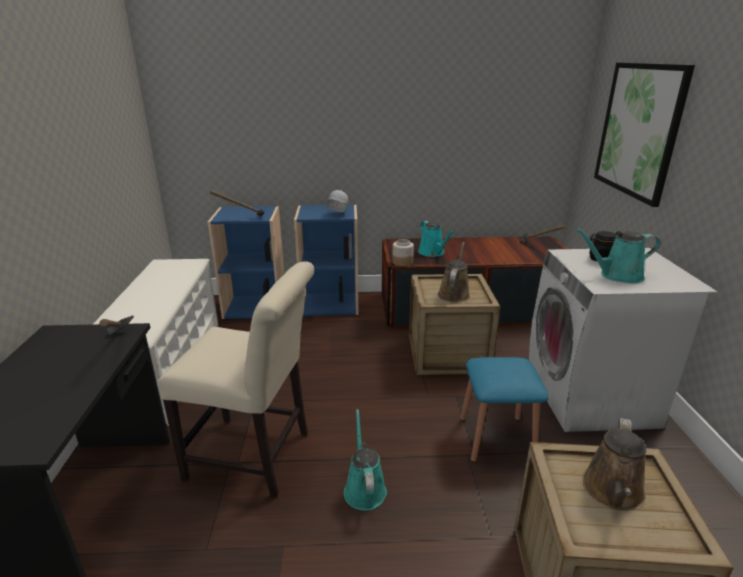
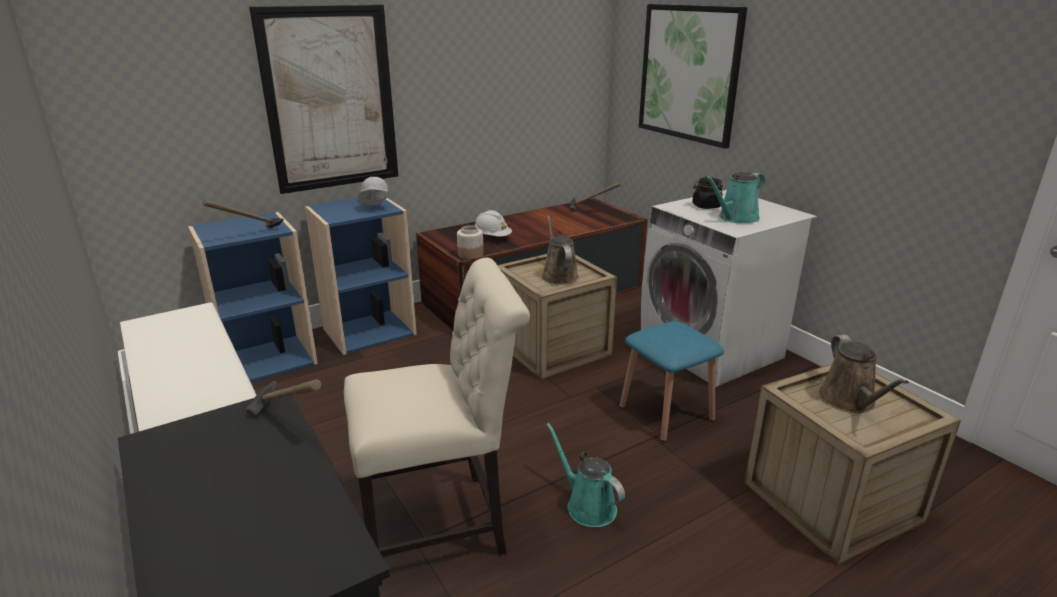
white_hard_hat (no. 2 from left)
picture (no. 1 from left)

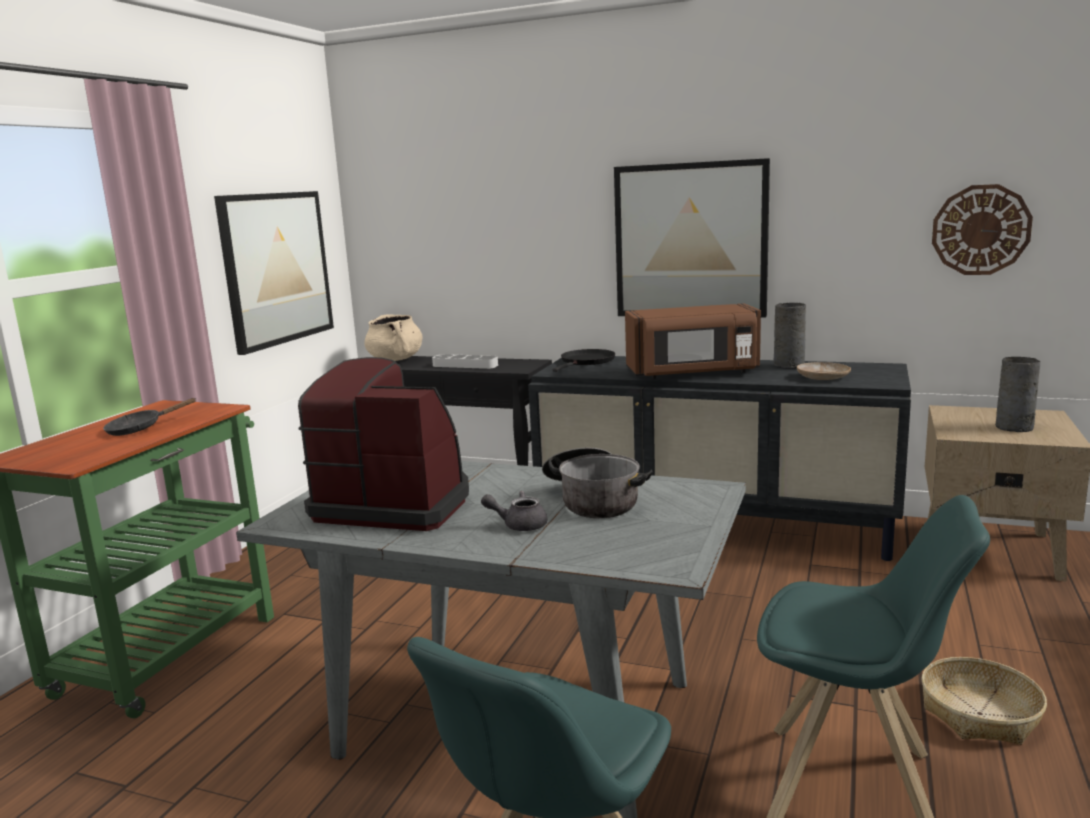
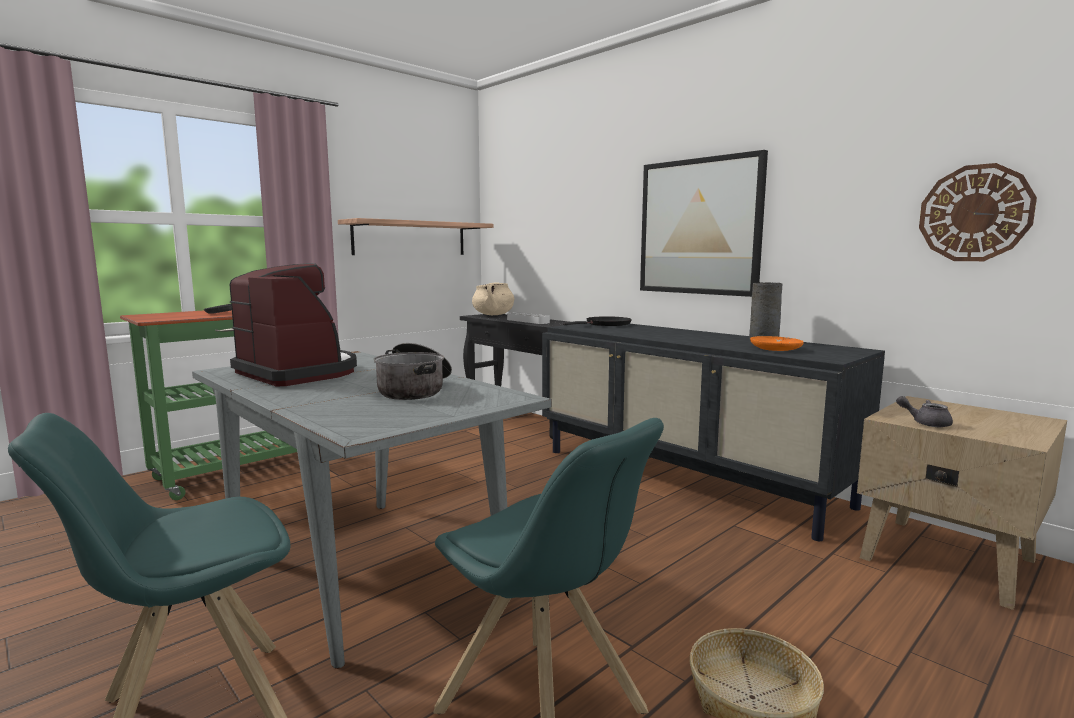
shelf
brown_microwave
grey_vase (no. 2 from left in the first image)
orange_plate
grey_teapot

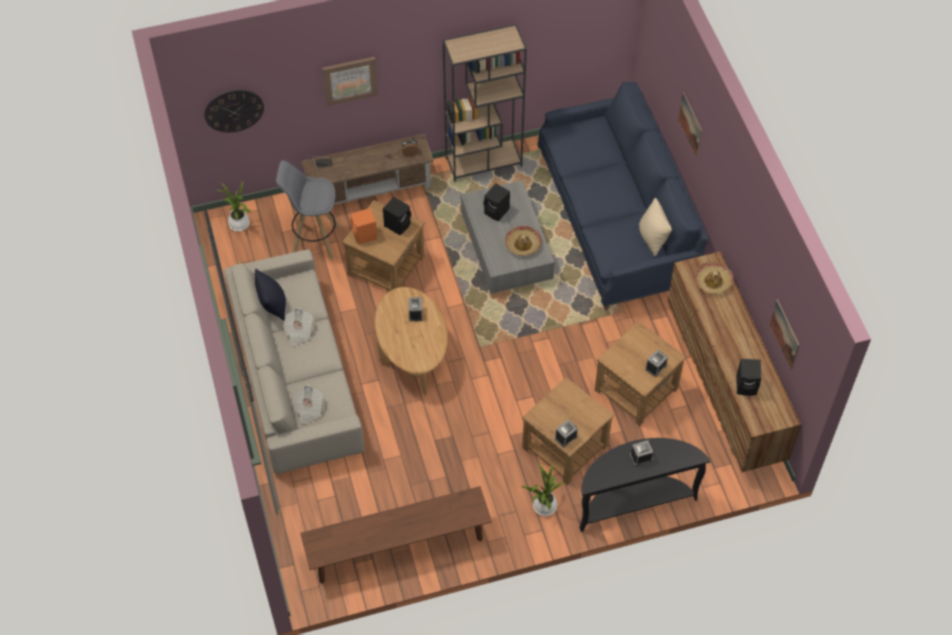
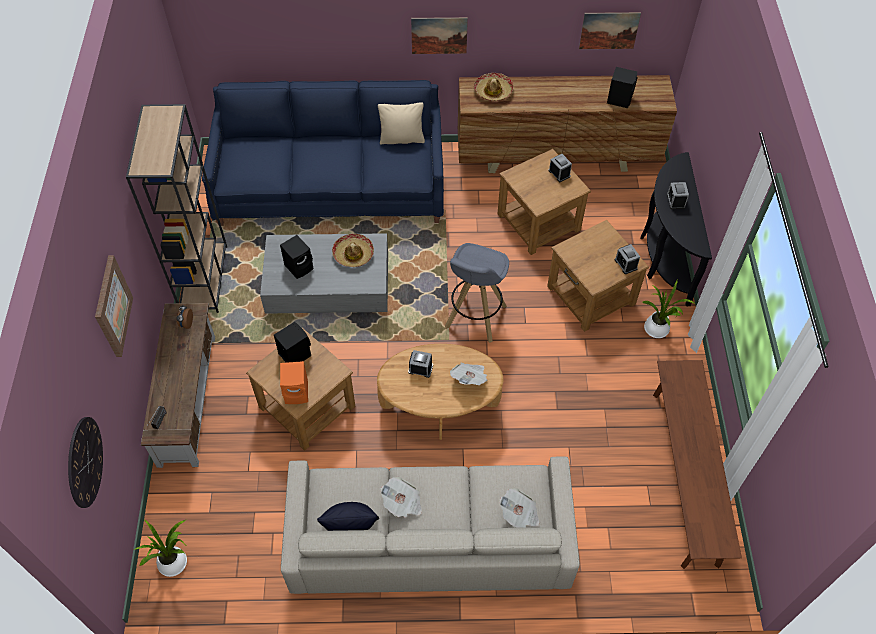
picture (no. 2 from left)
grey_stool
newspaper (no. 2 from left)

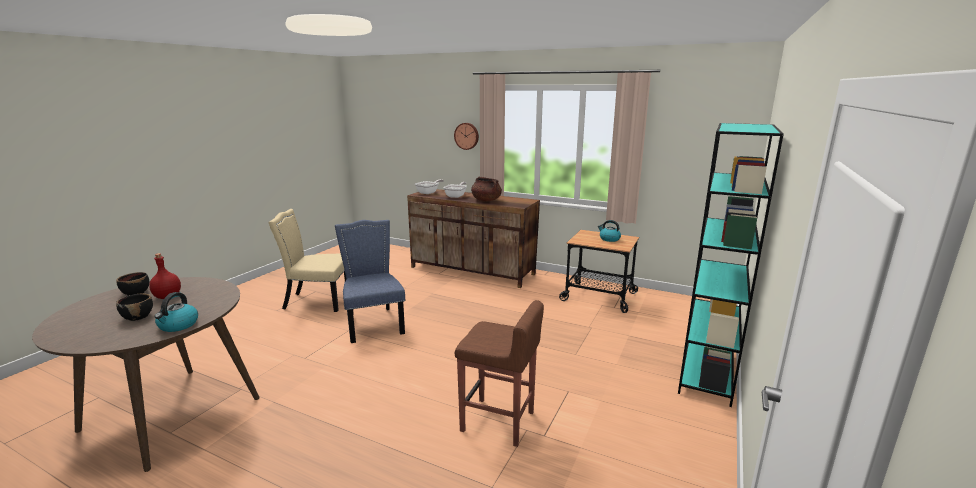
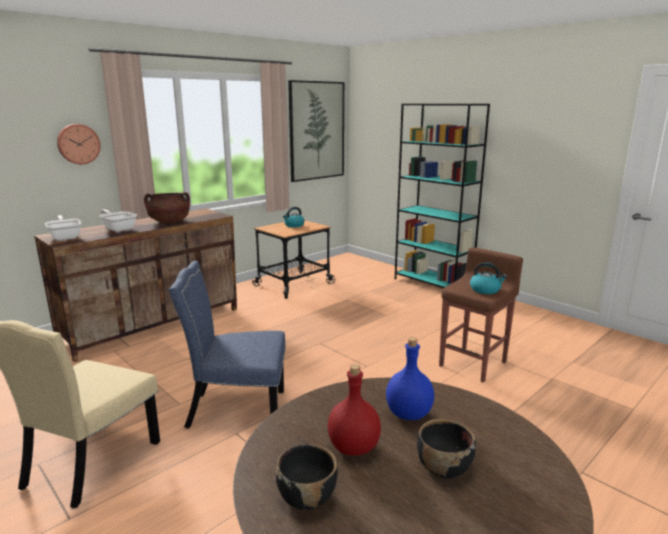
kettle (no. 2 from left)
picture
blue_bottle

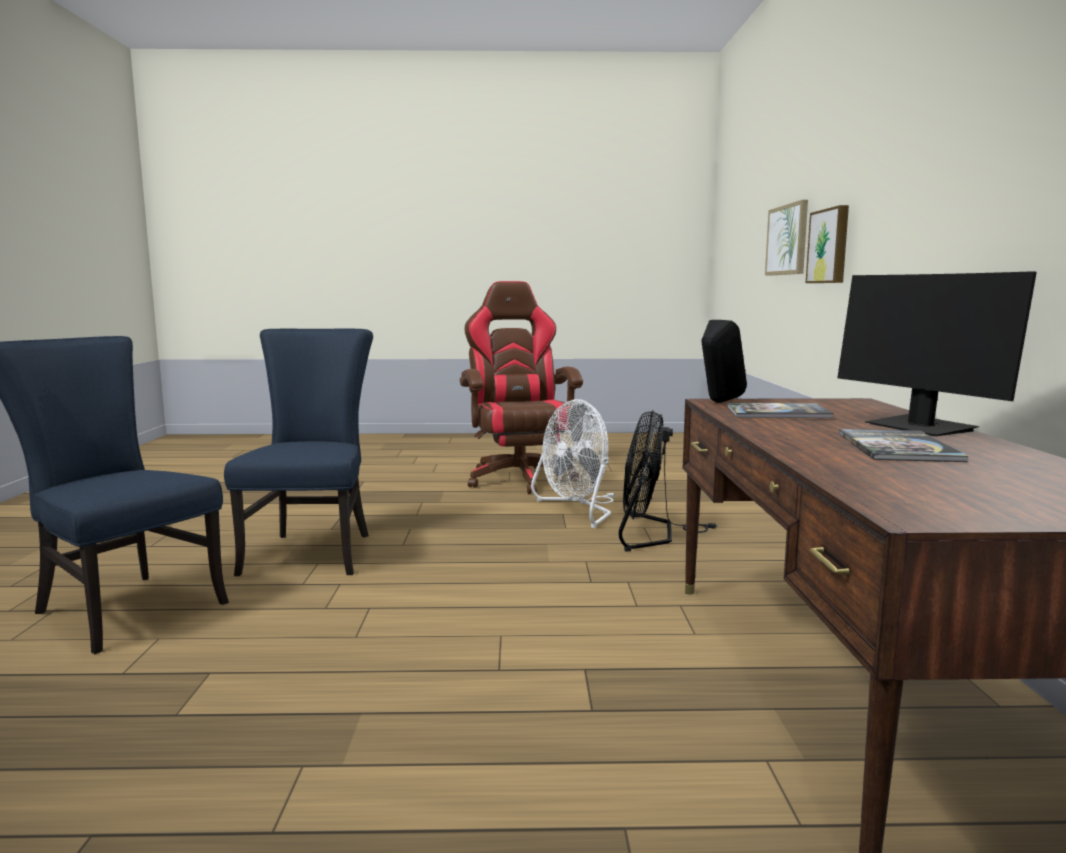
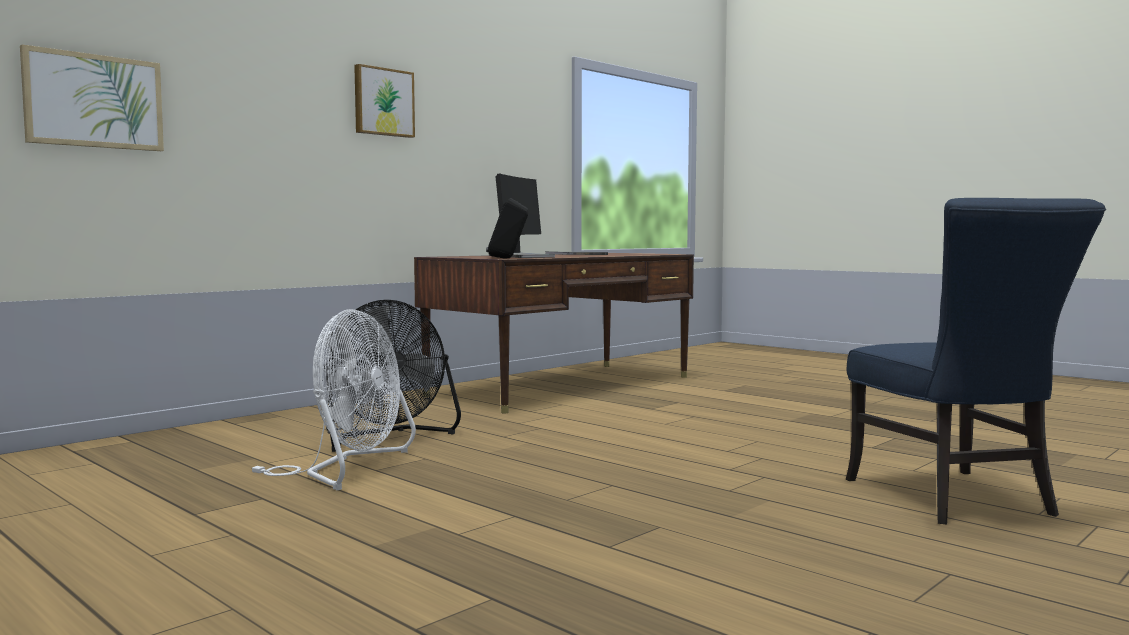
picture (no. 2 from left)
brown_office_chair
blue_chair (no. 2 from left in the first image)

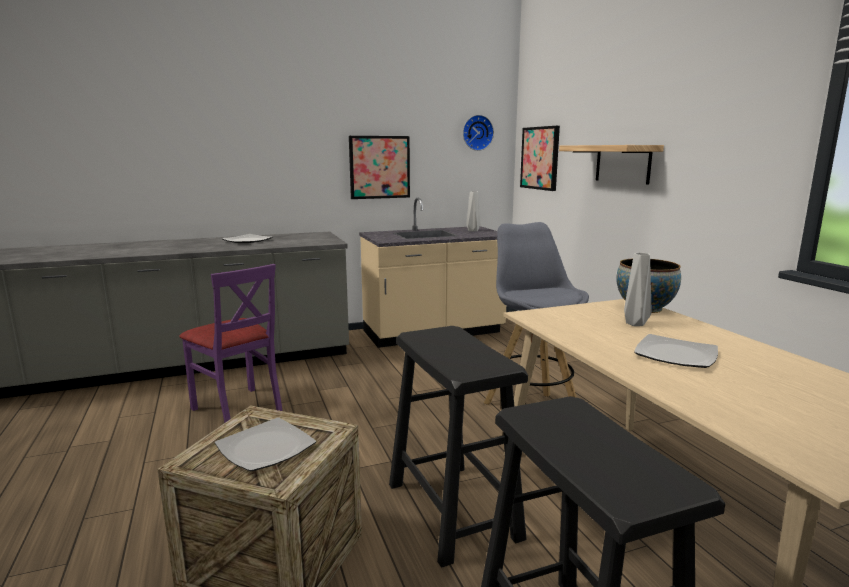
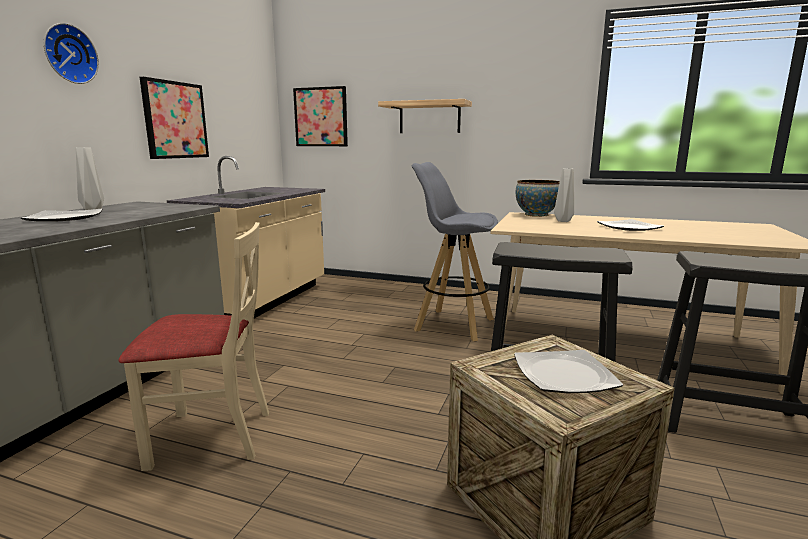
wall_clock
grey_vase (no. 1 from left)
beige_chair

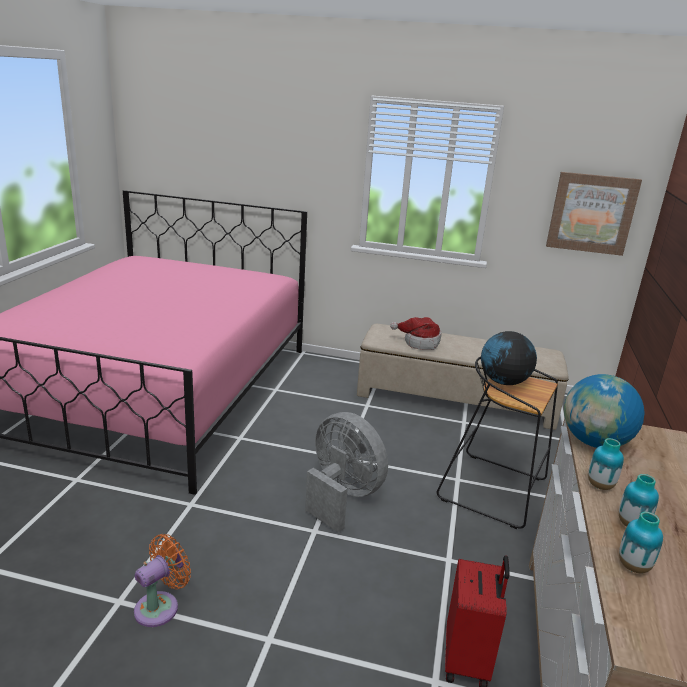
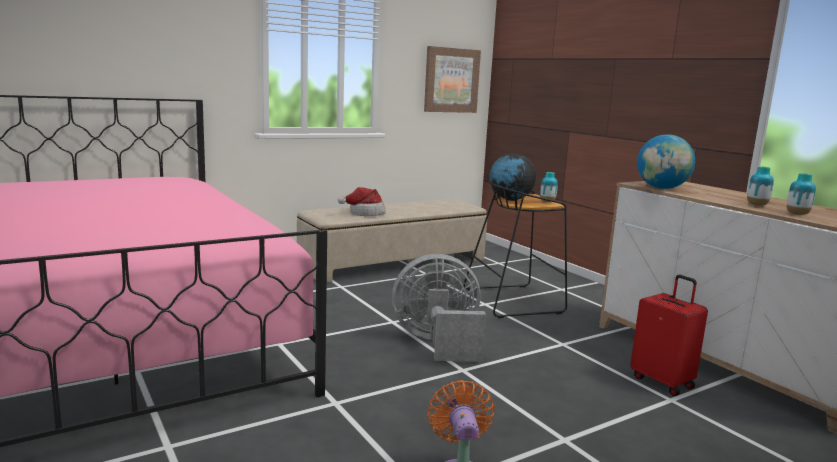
vase (no. 1 from left)

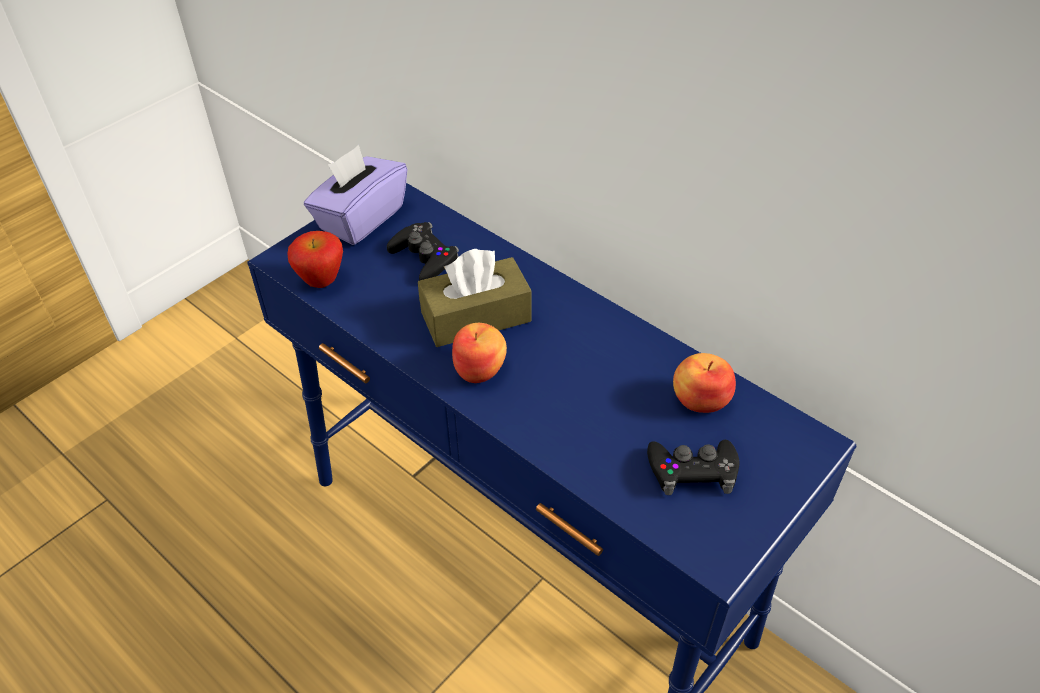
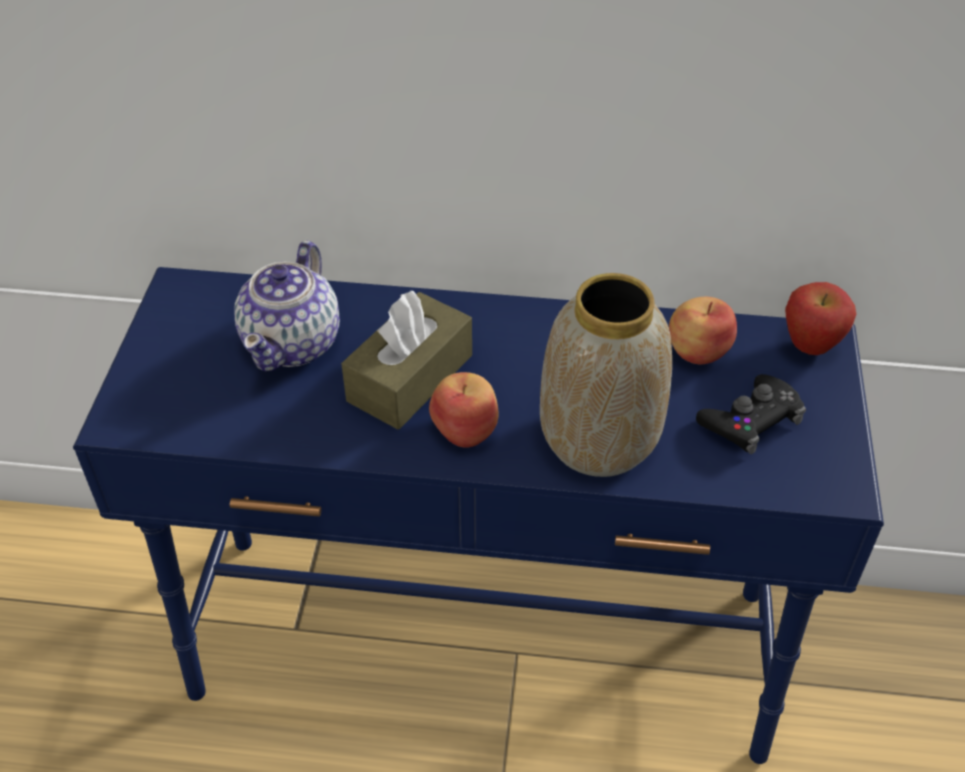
purple_tissue_box
teapot
apple (no. 3 from left)
vase

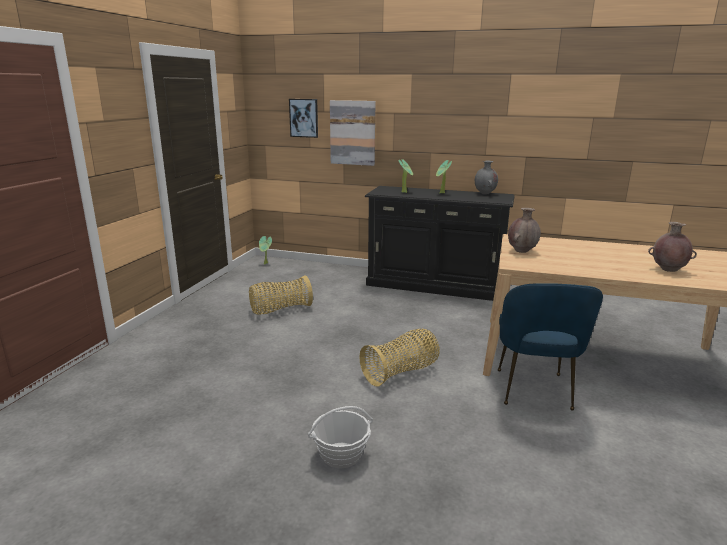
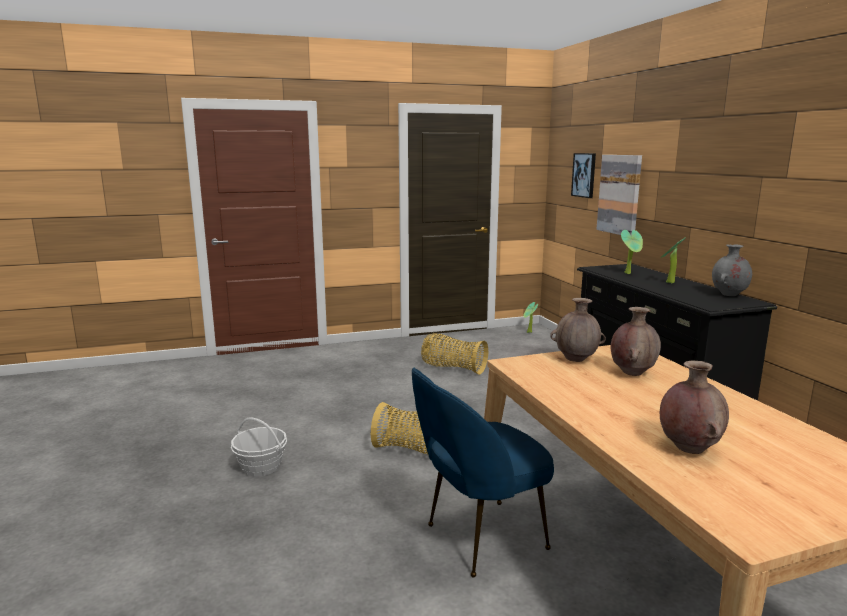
brown_vase (no. 2 from left)

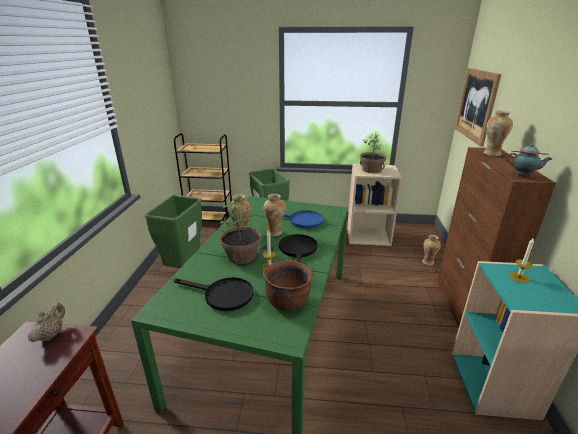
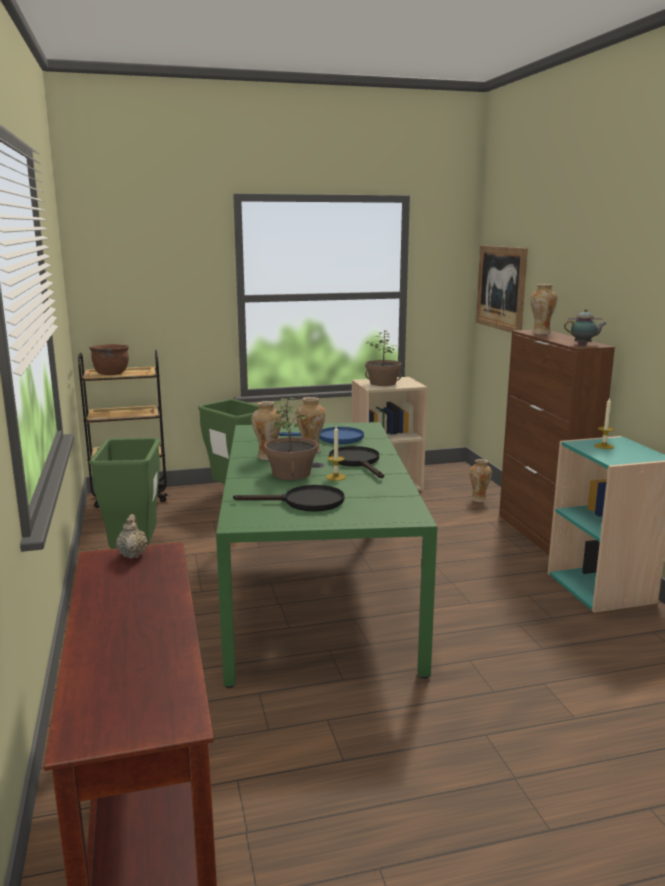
brown_cooking_pot

